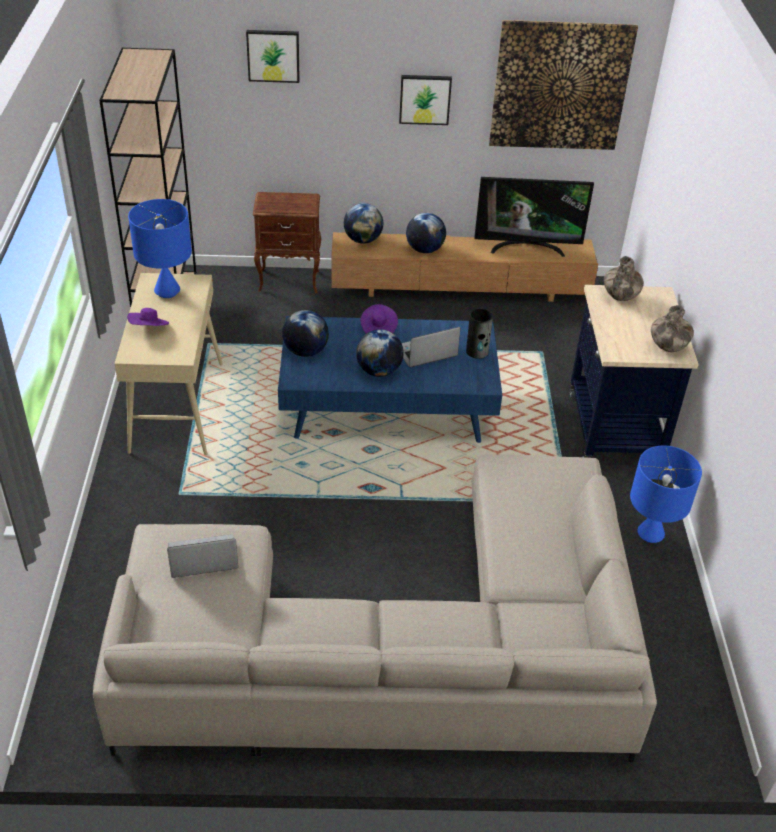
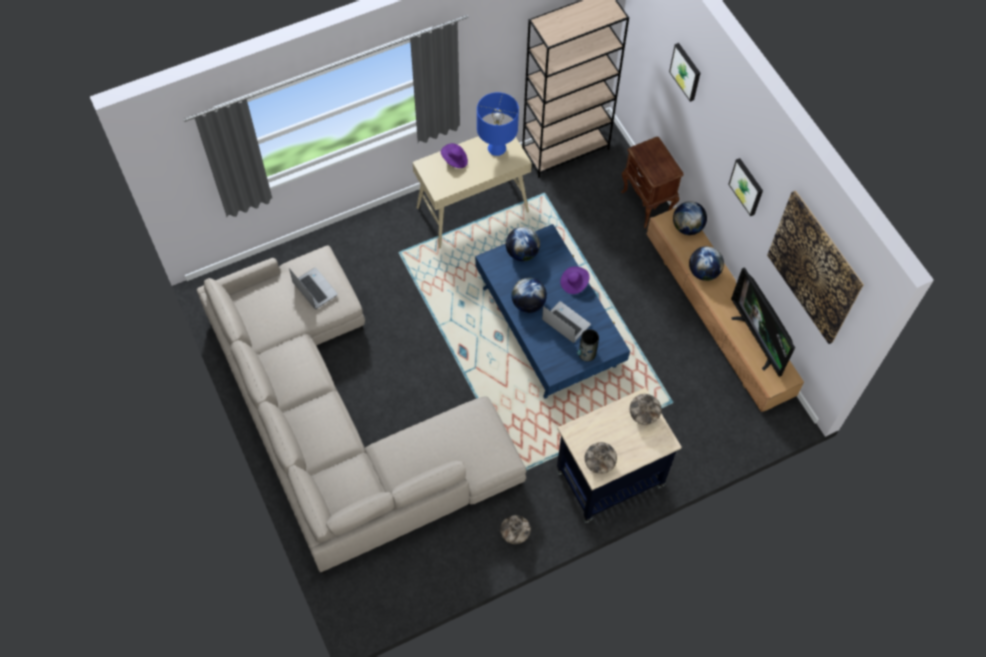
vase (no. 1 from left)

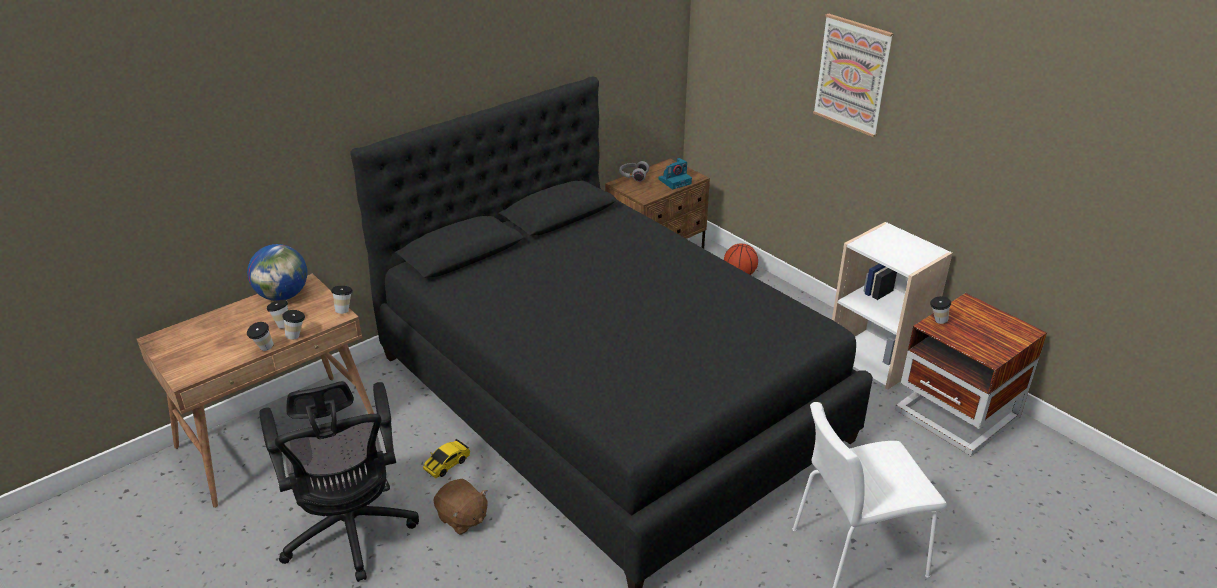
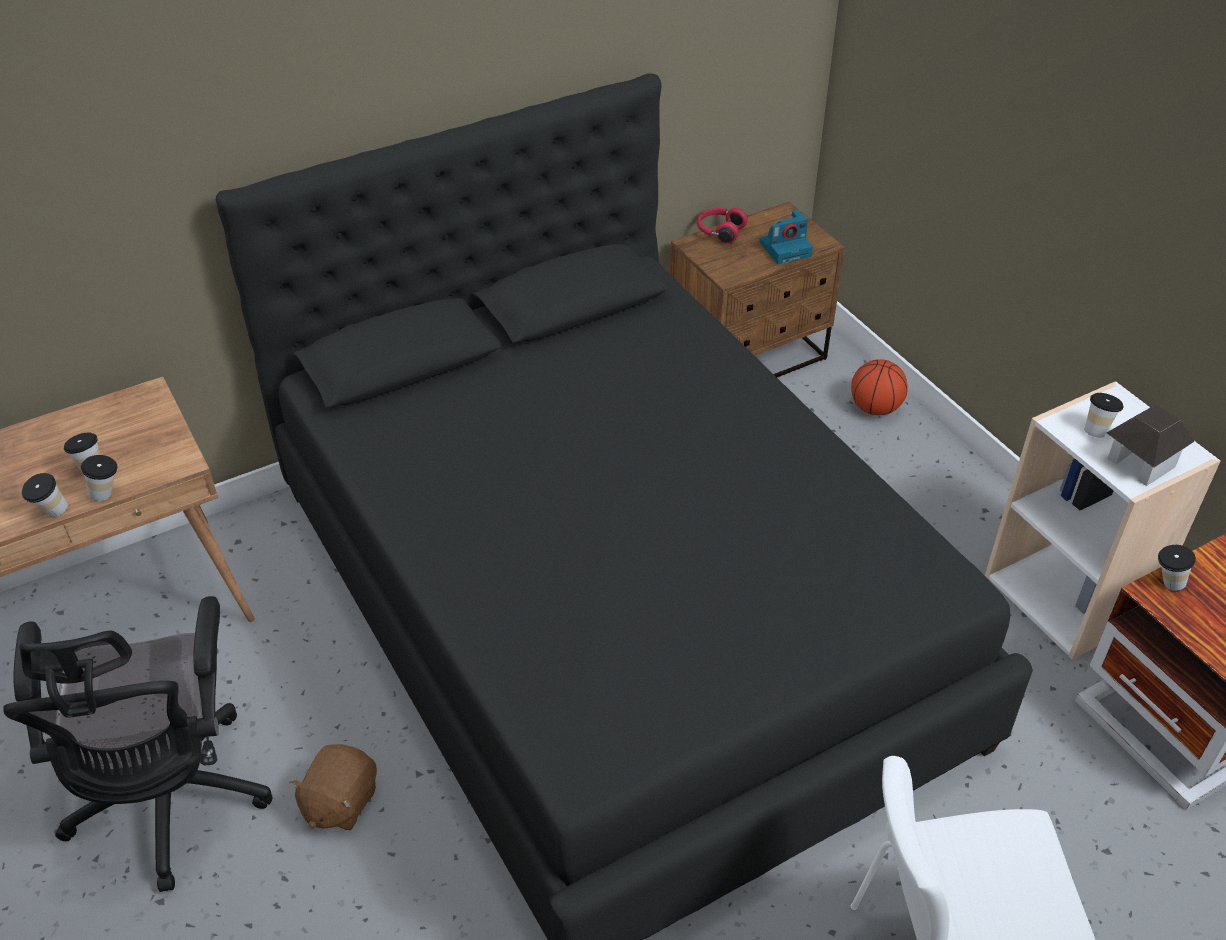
picture
red_headphones
globe
cup (no. 4 from left)
toy_car
brown_plush_toy
toy_house

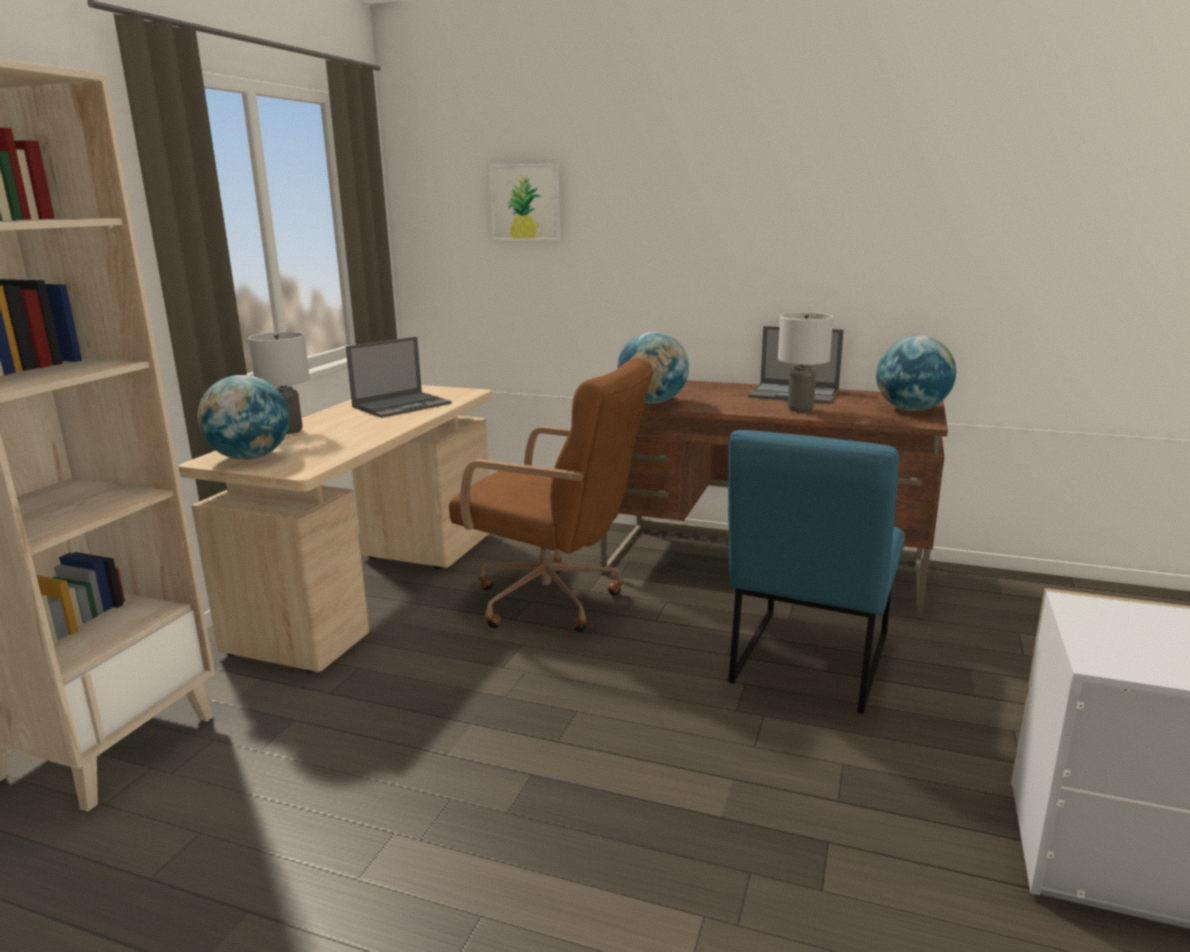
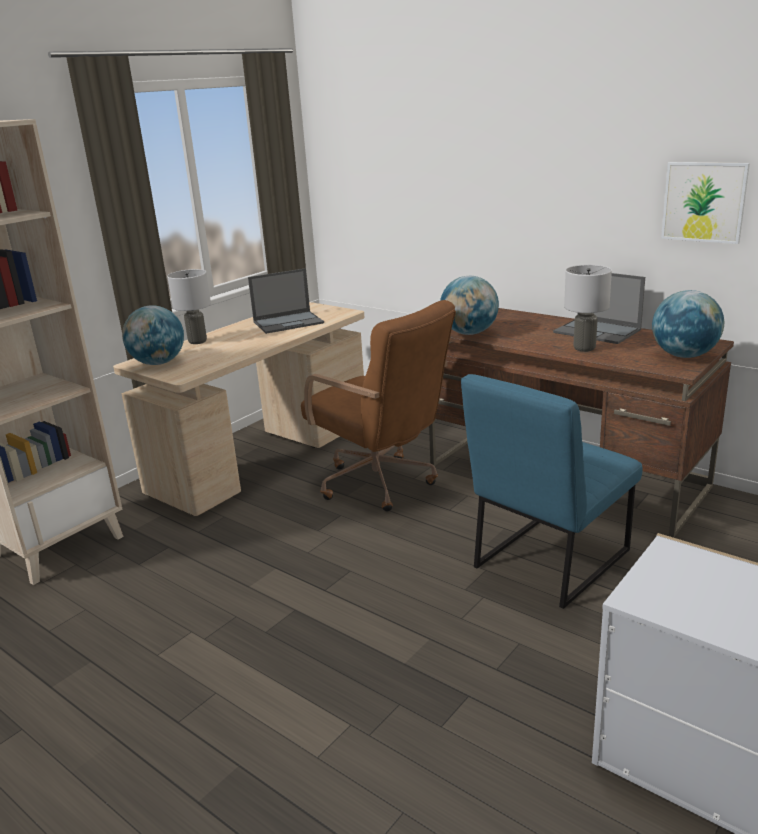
picture

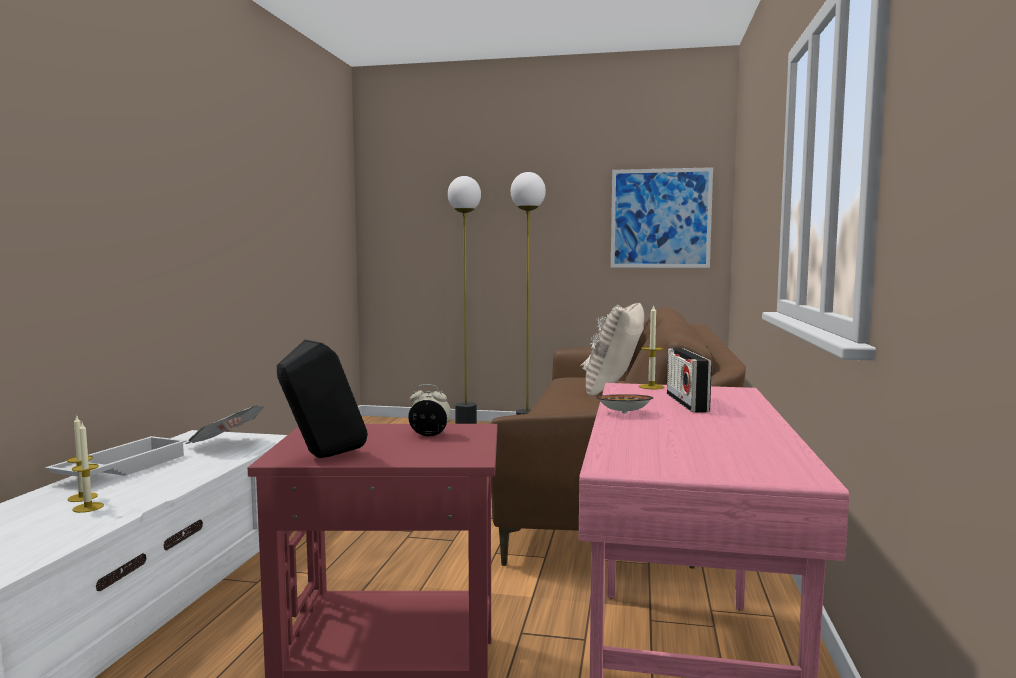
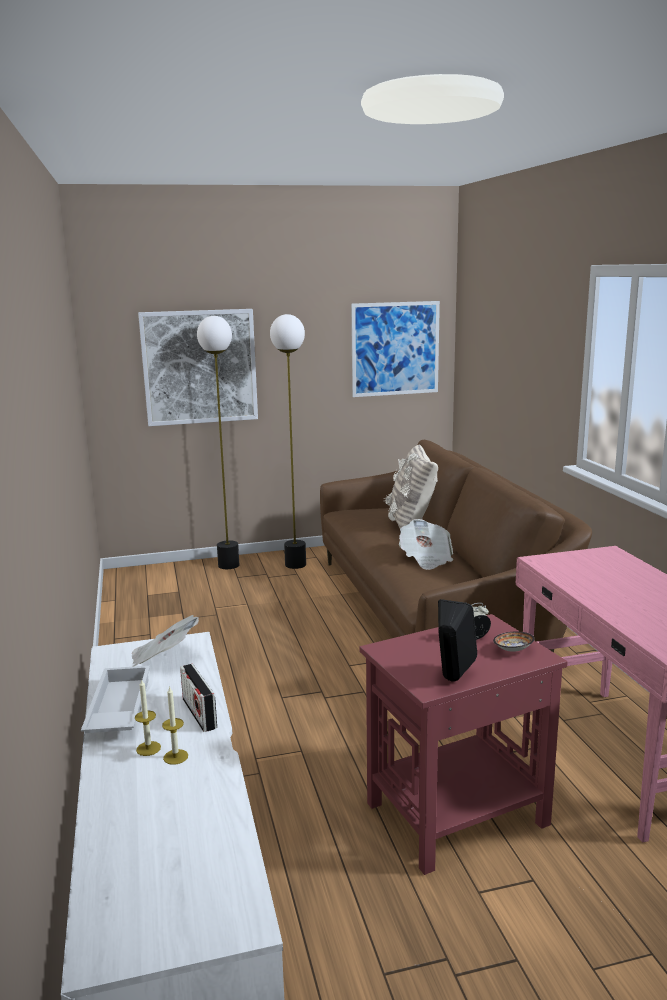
candle (no. 3 from left in the first image)
radio
bowl
picture (no. 1 from left)
newspaper (no. 2 from left)

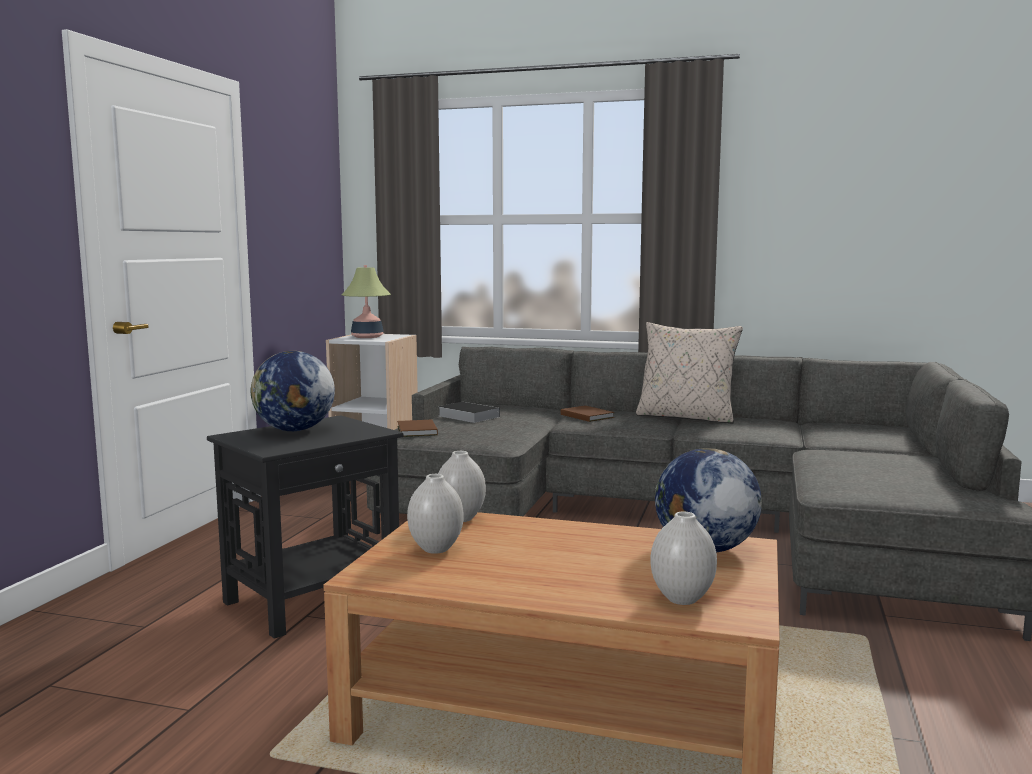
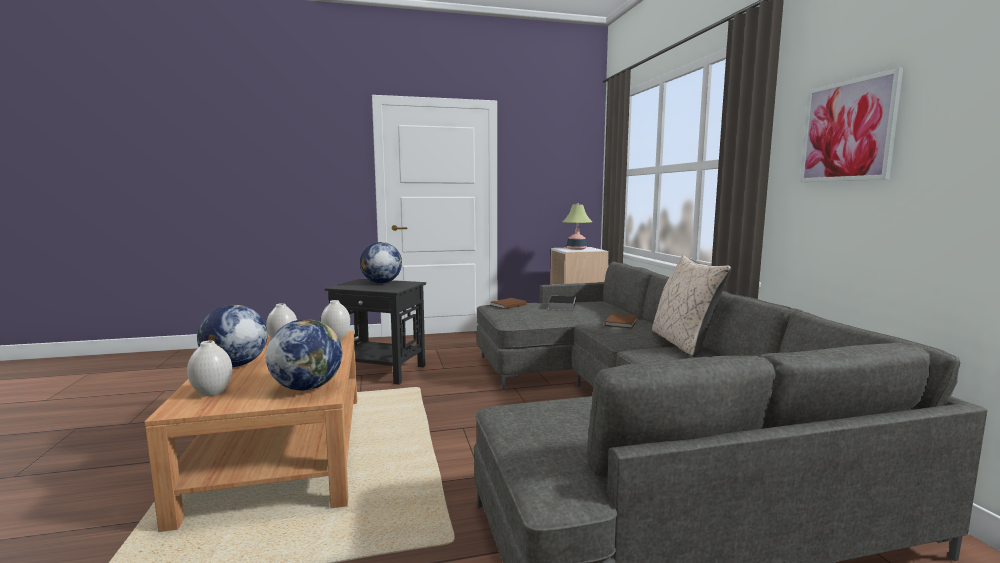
picture
globe (no. 1 from left)

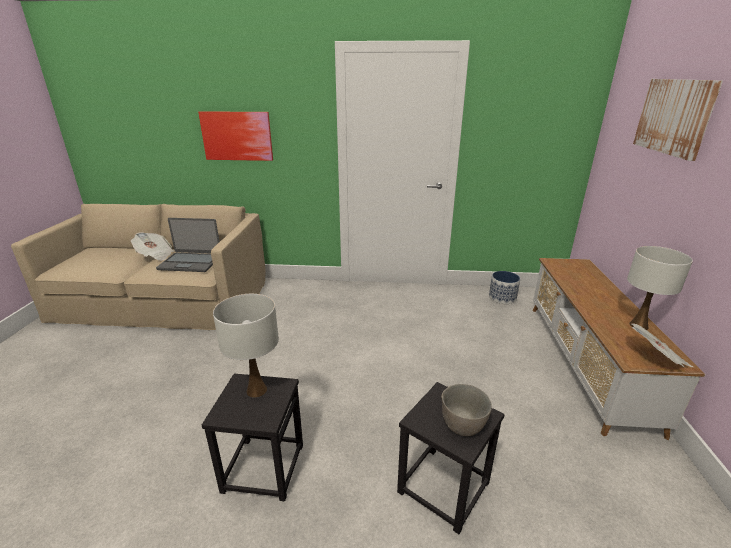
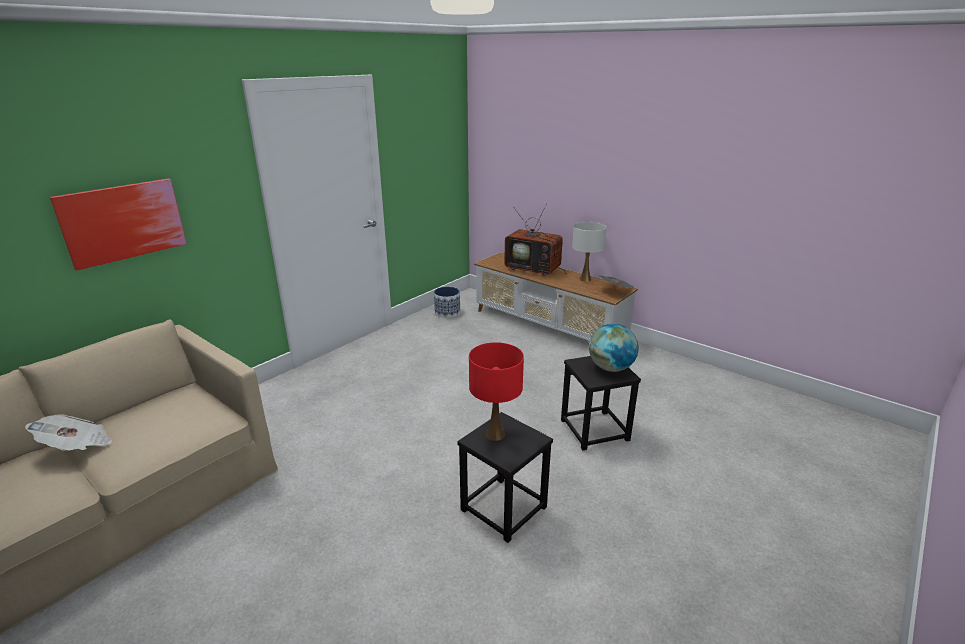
picture (no. 2 from left in the first image)
laptop
red_table_lamp
globe
television

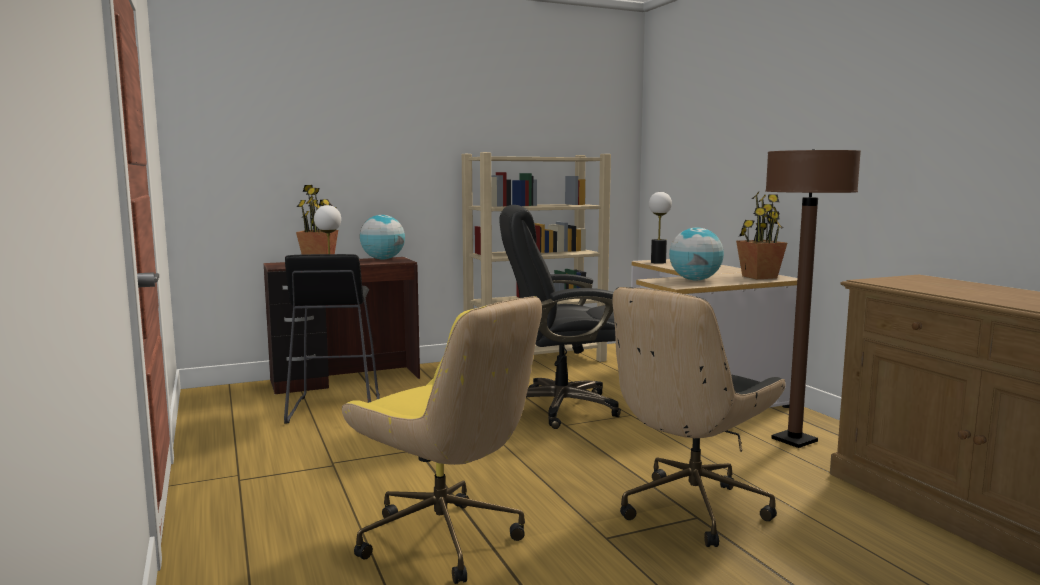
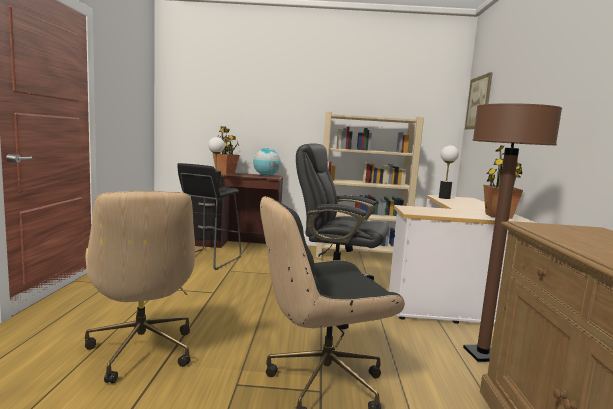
globe (no. 2 from left in the first image)
picture

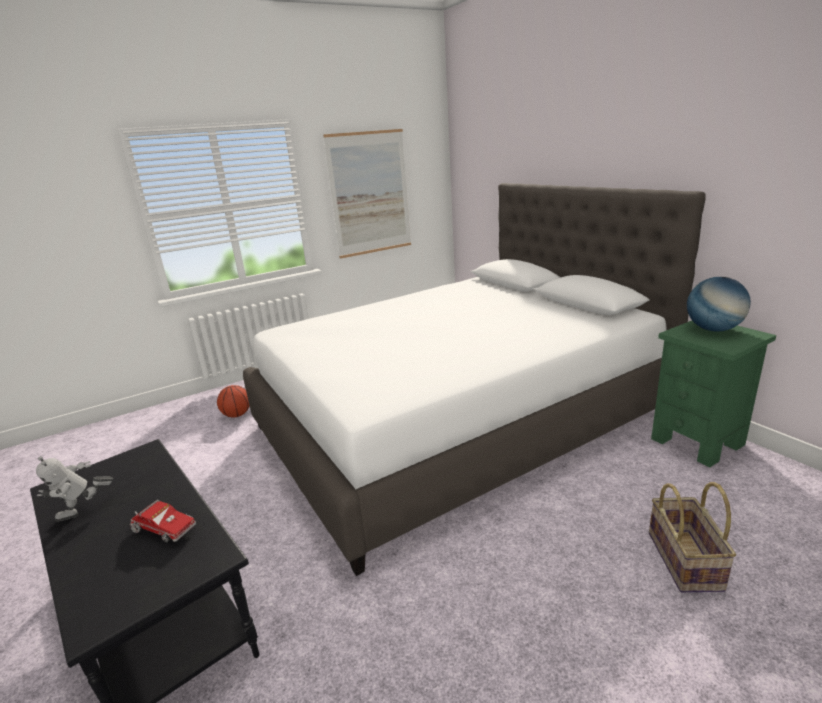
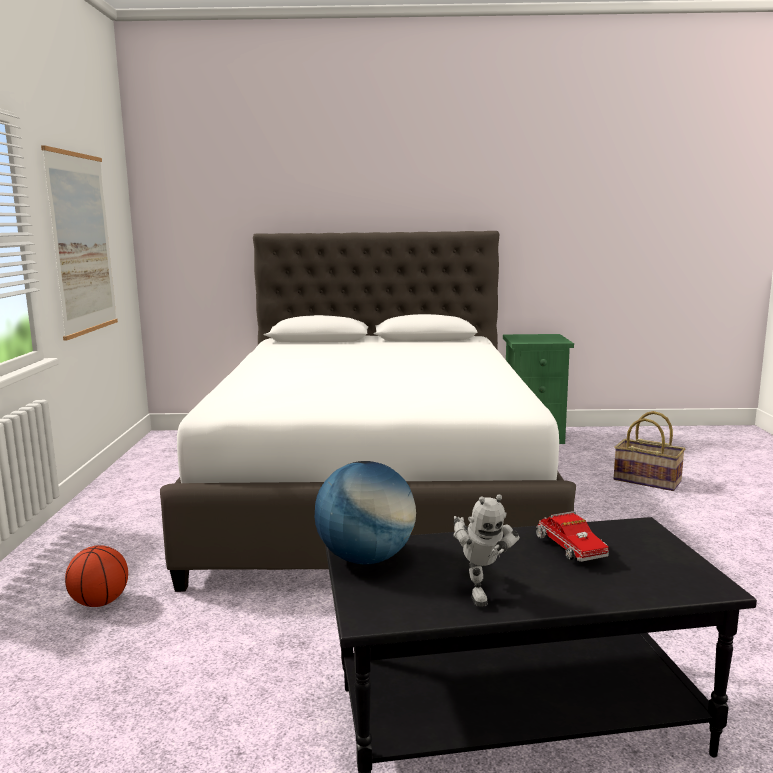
globe
toy_truck

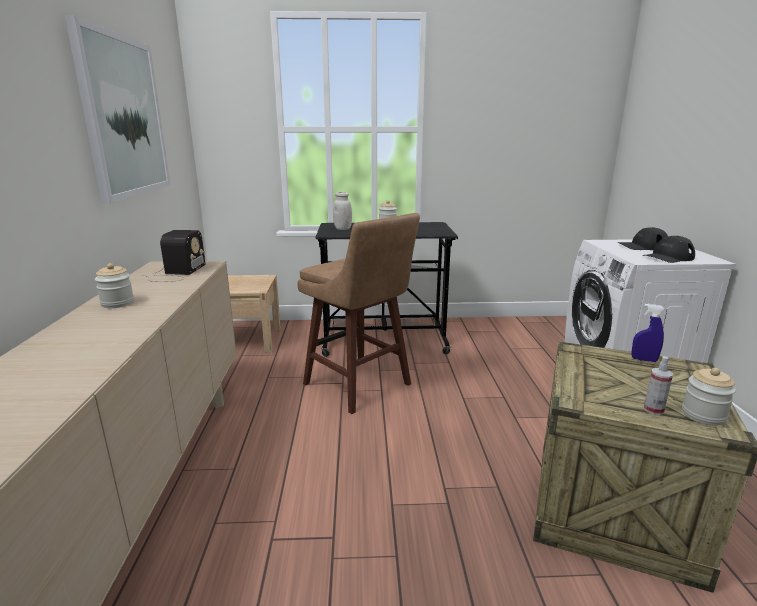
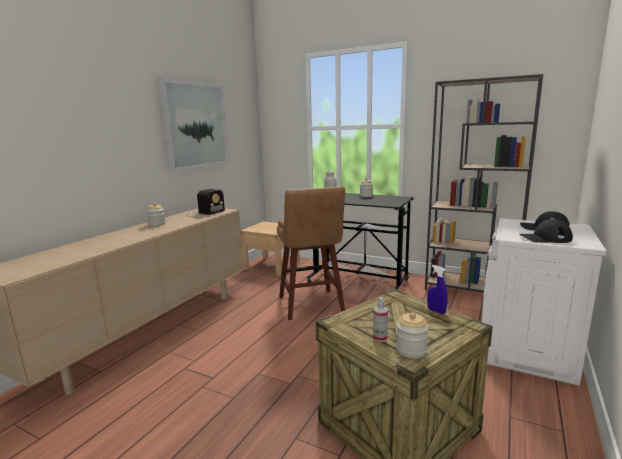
bookcase

